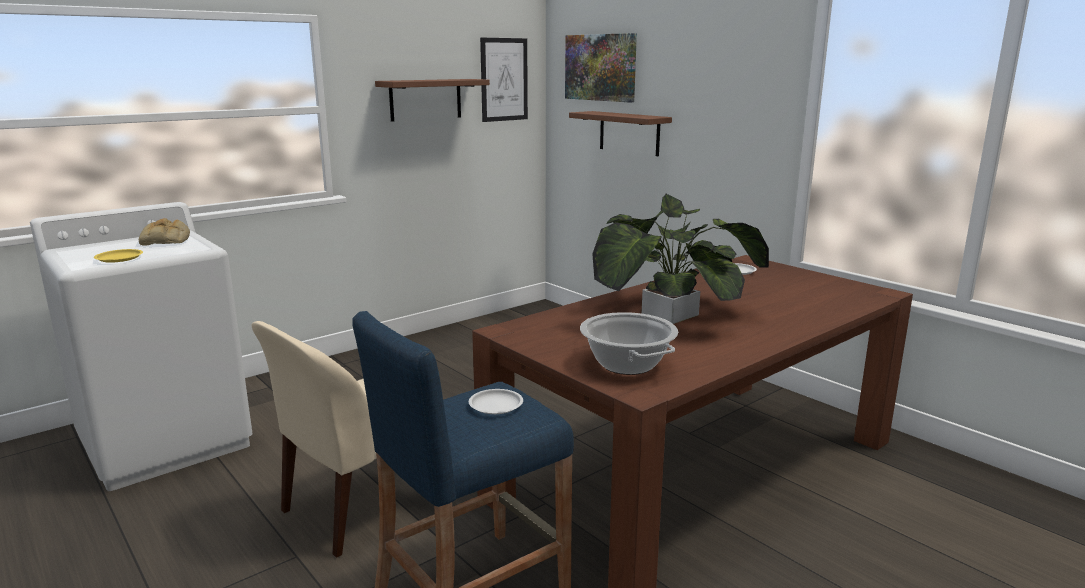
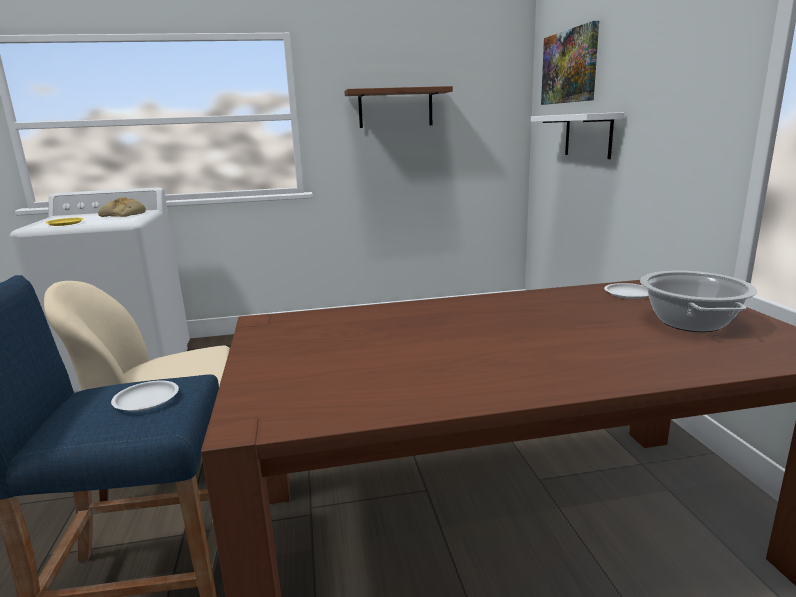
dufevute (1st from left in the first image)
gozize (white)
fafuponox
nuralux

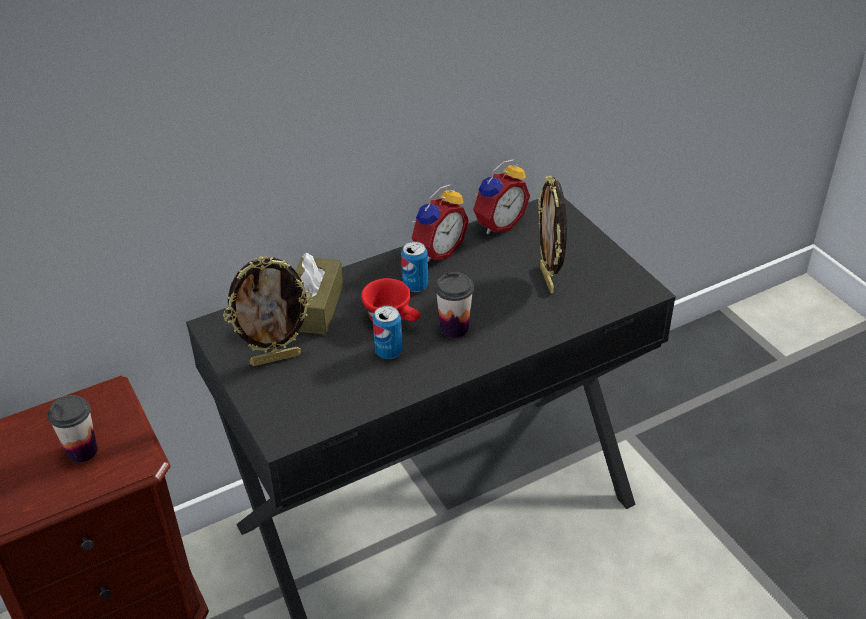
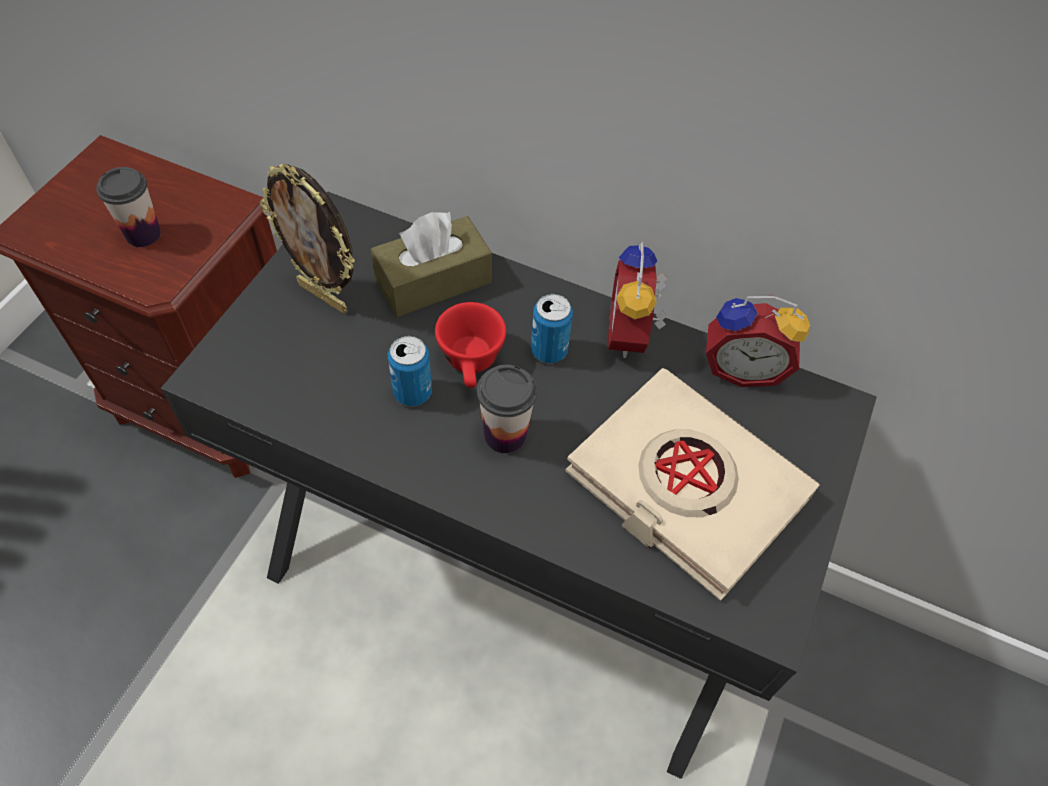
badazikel (1st from left)
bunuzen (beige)

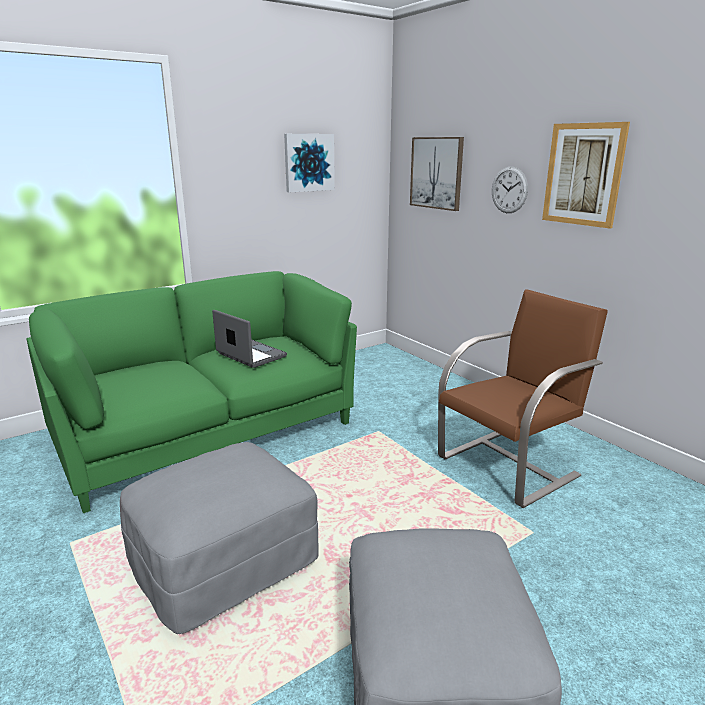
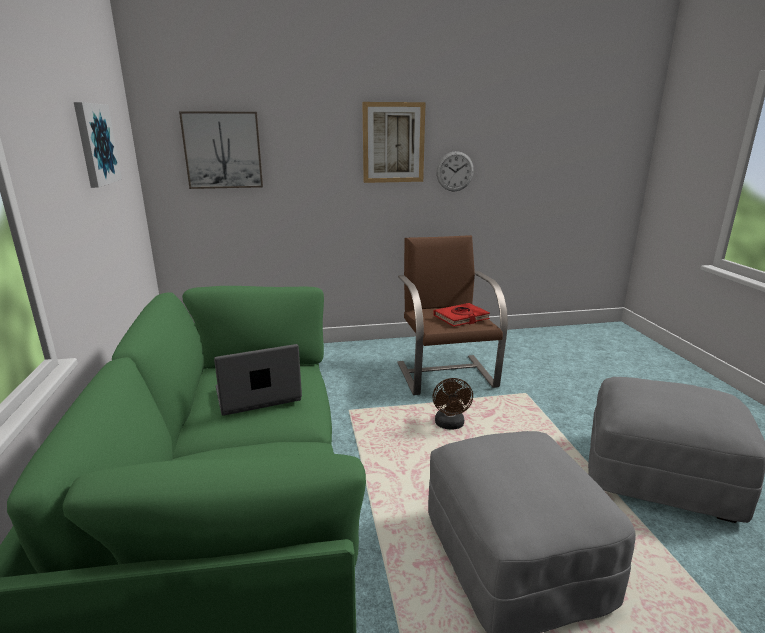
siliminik
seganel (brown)
bunuzen (red)

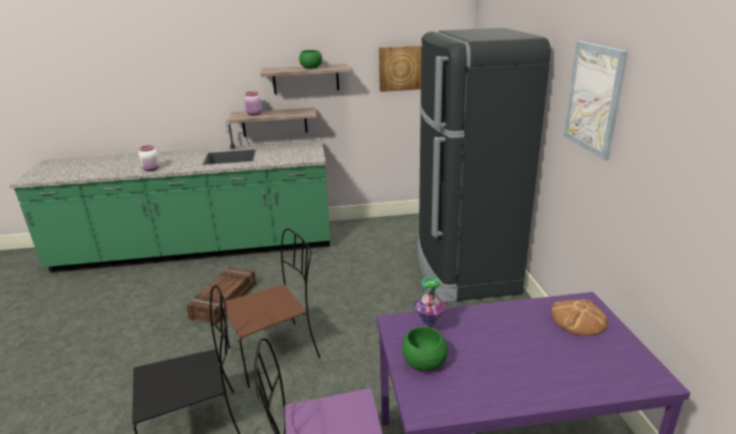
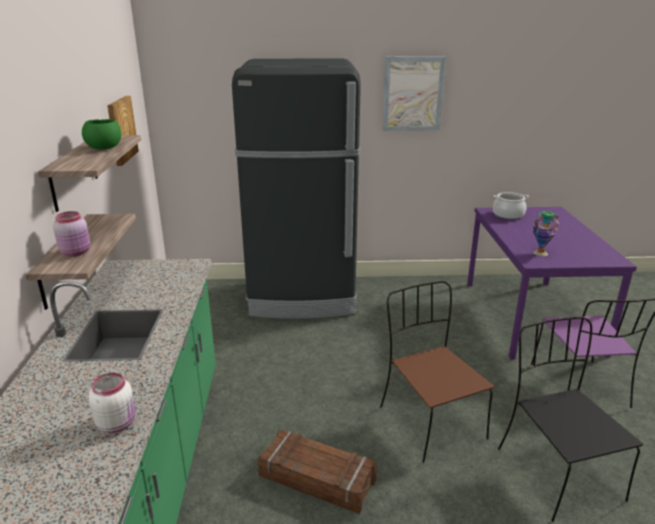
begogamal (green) (2nd from left in the first image)
fafuponox

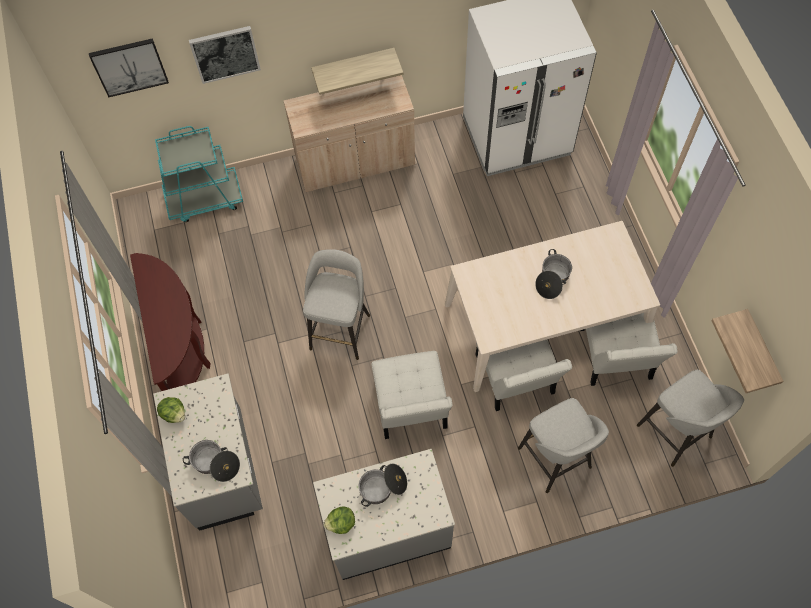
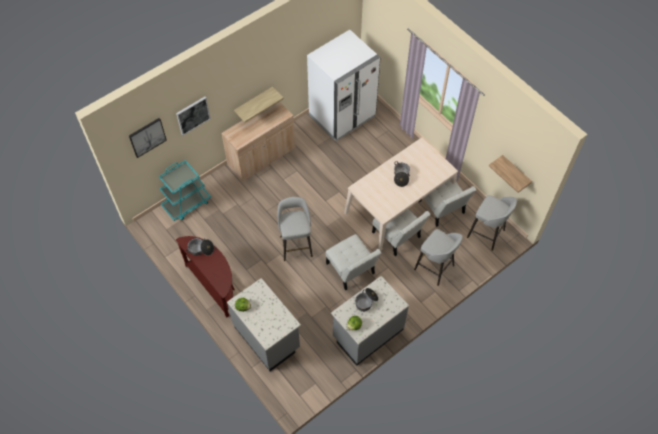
fafuponox (1st from left)

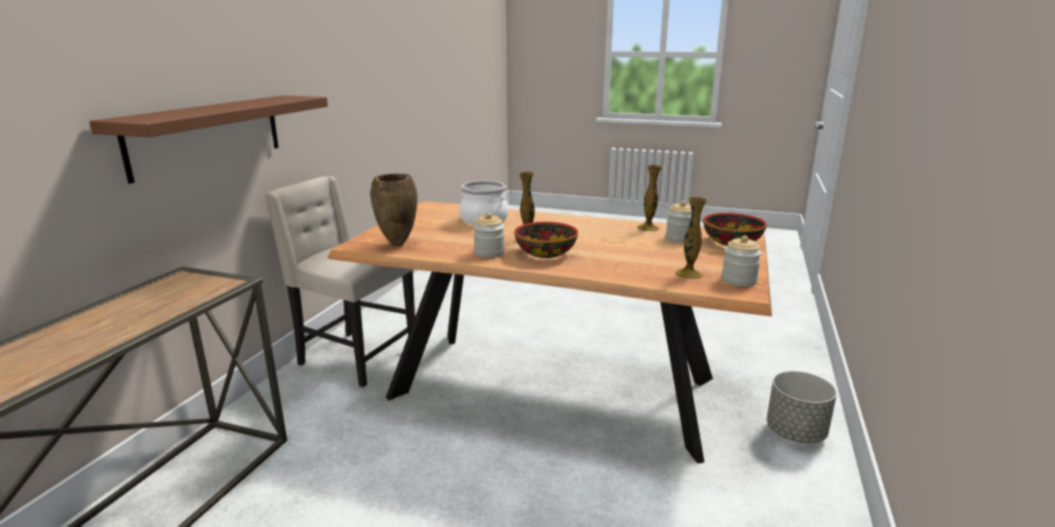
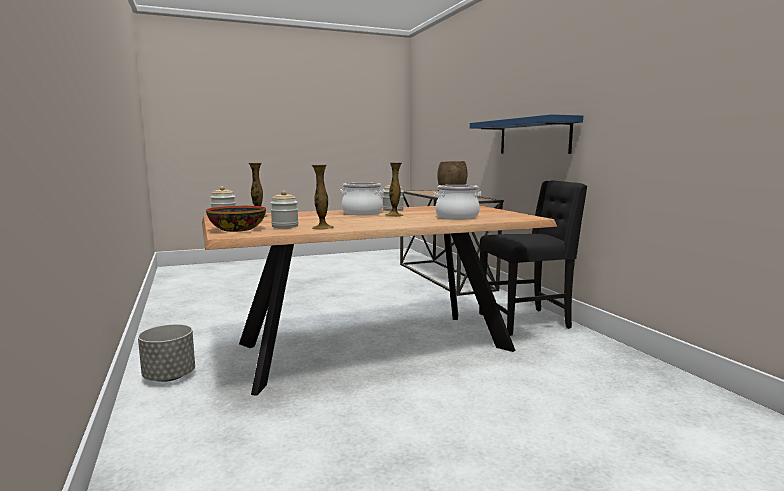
gozize (blue)
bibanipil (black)
fafuponox (1st from left)

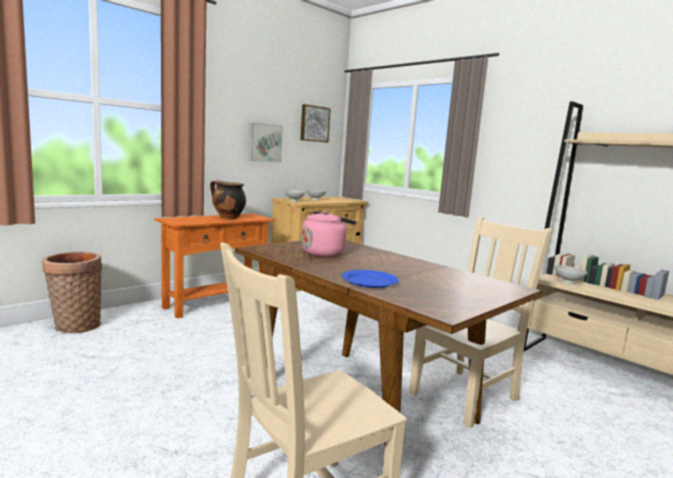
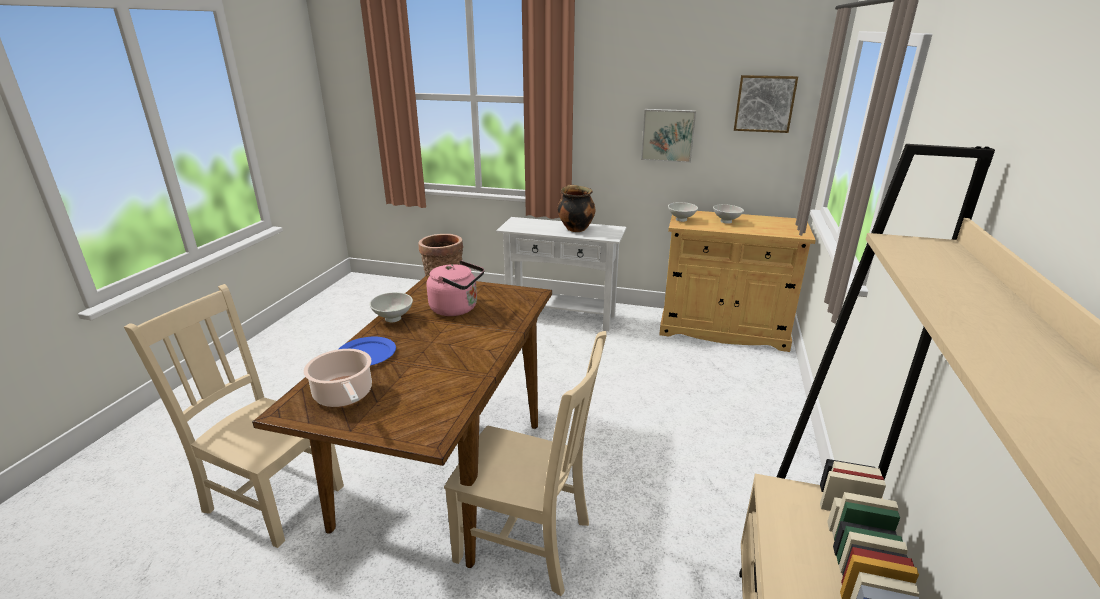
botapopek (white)
begogamal (white) (1st from left)
fafuponox (1st from left)

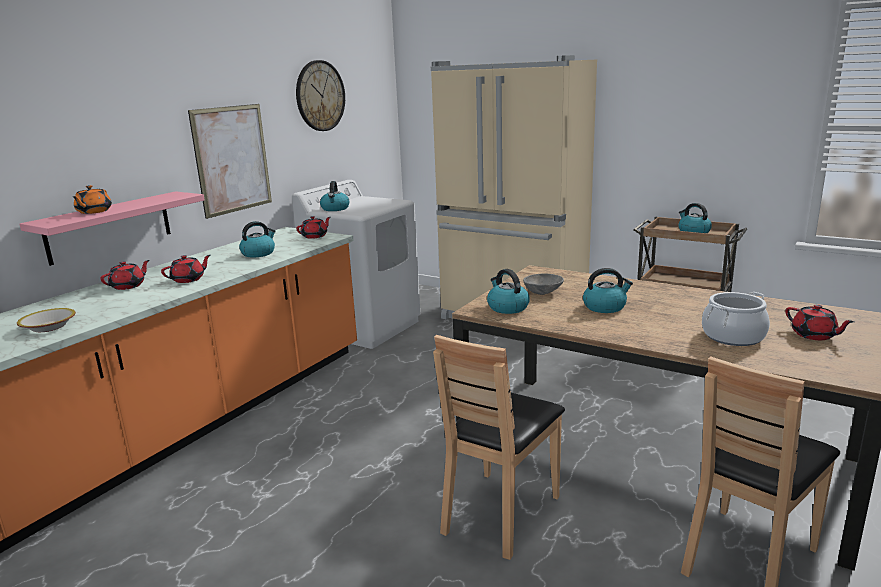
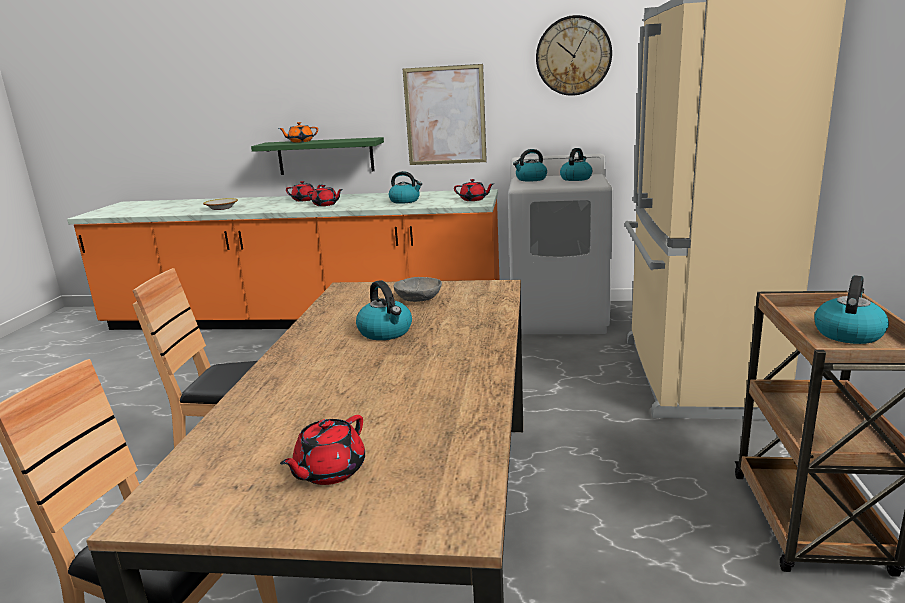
gozize (green)
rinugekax (4th from left)
fafuponox

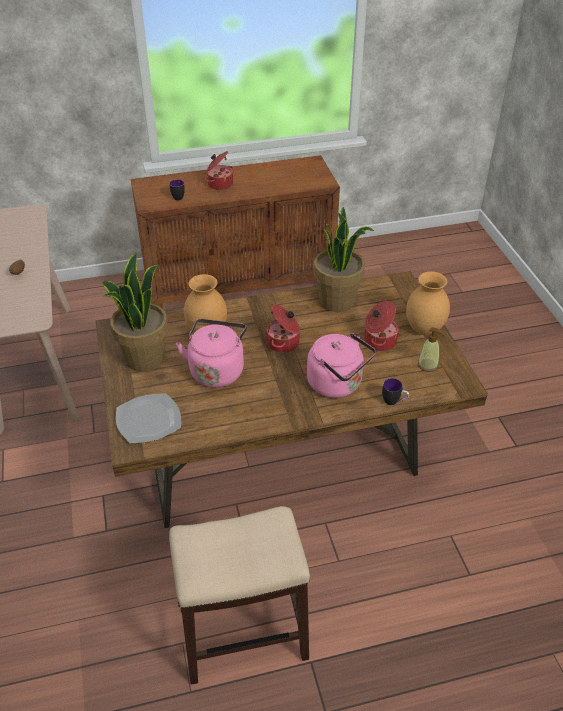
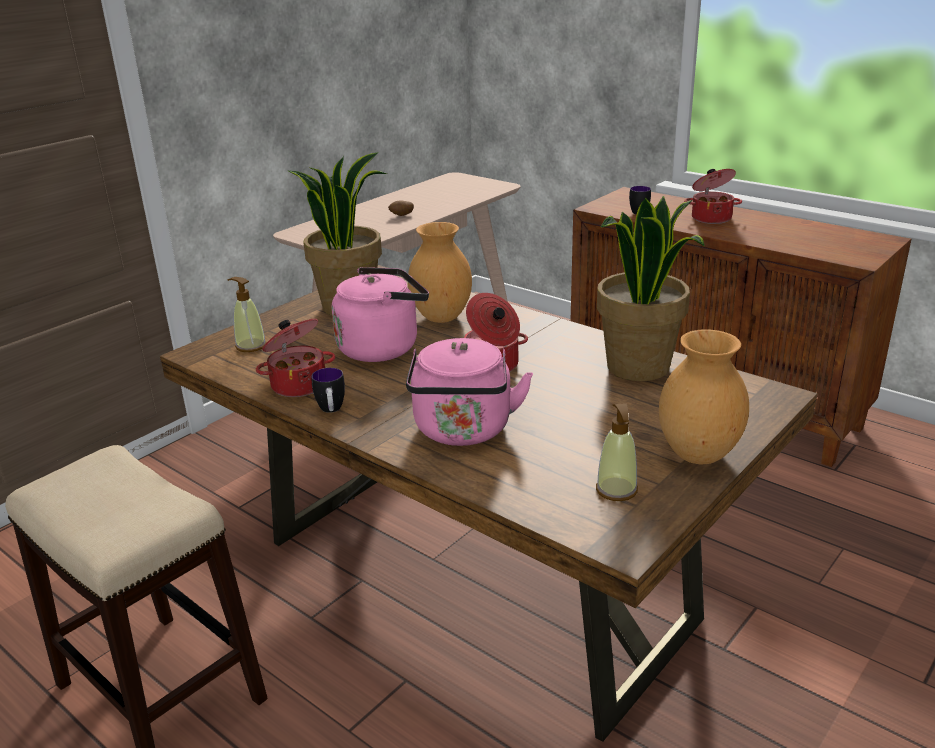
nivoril (1st from left)
fafuponox (1st from left)
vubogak (1st from left)

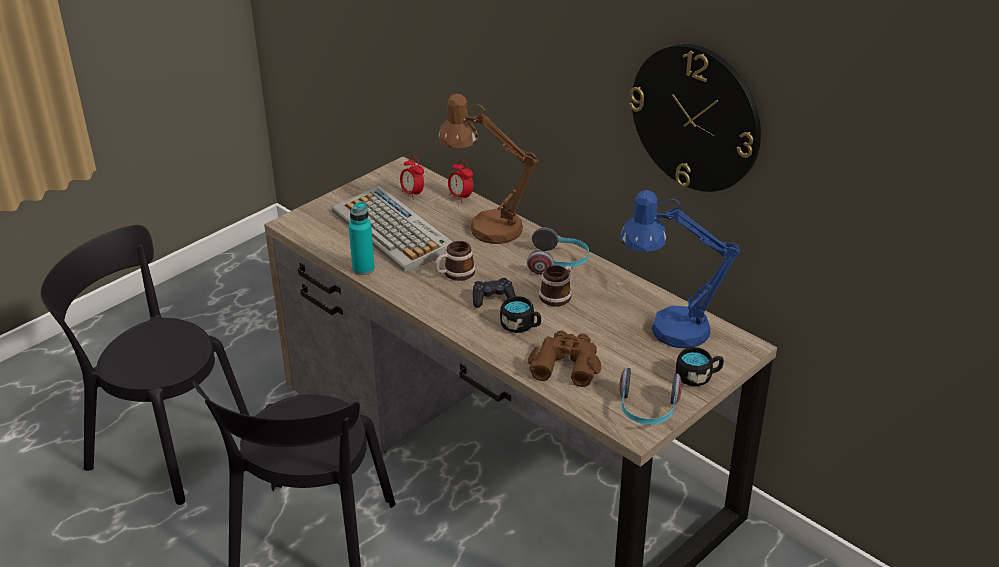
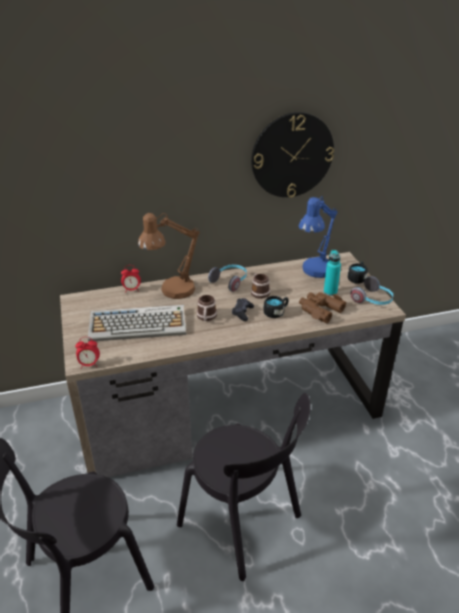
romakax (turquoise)
badazikel (1st from left)

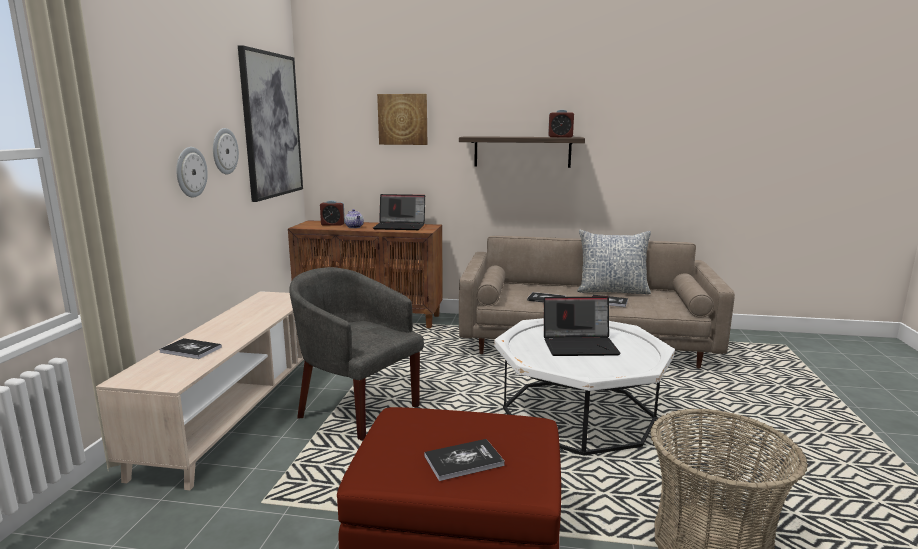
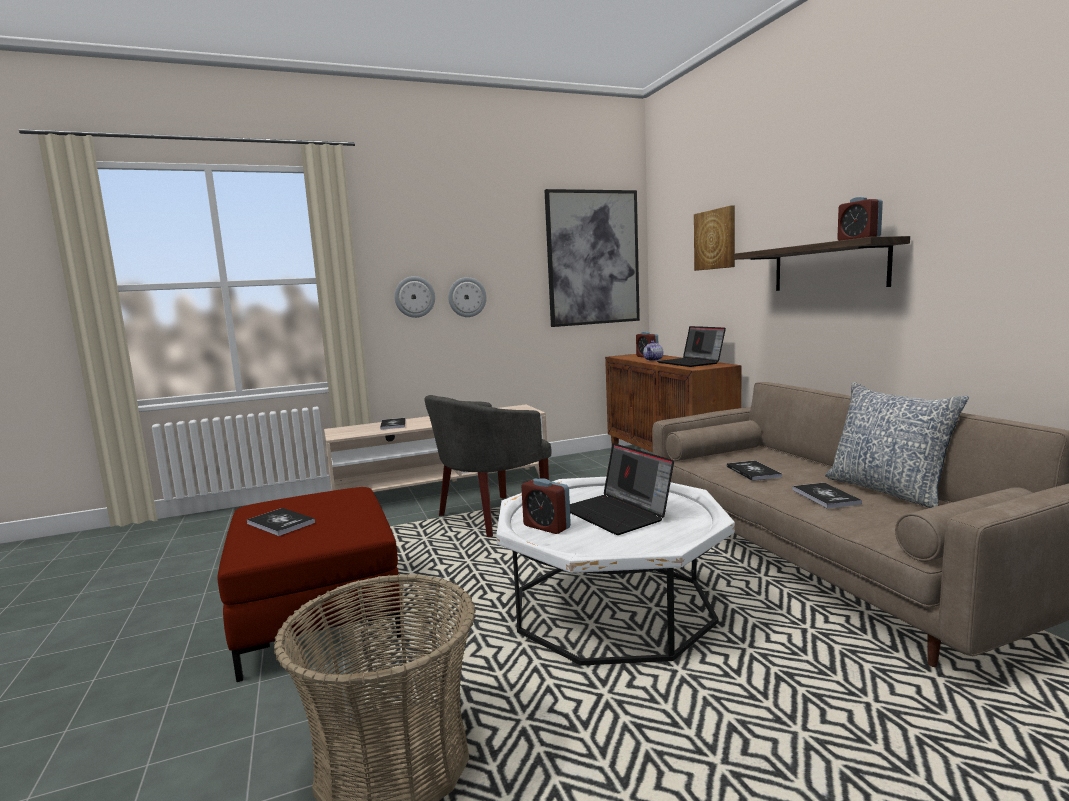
siliminik (1st from left)
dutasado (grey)
badazikel (1st from left)

